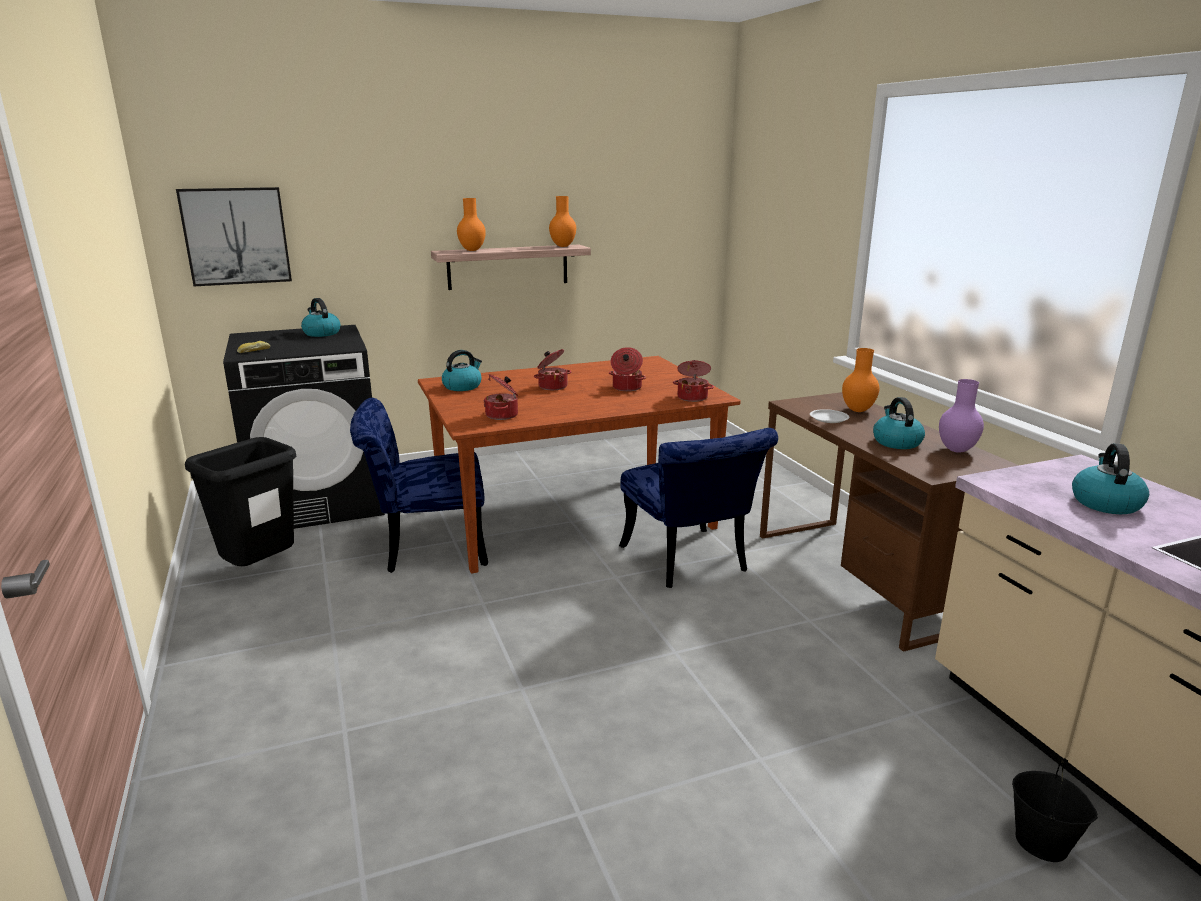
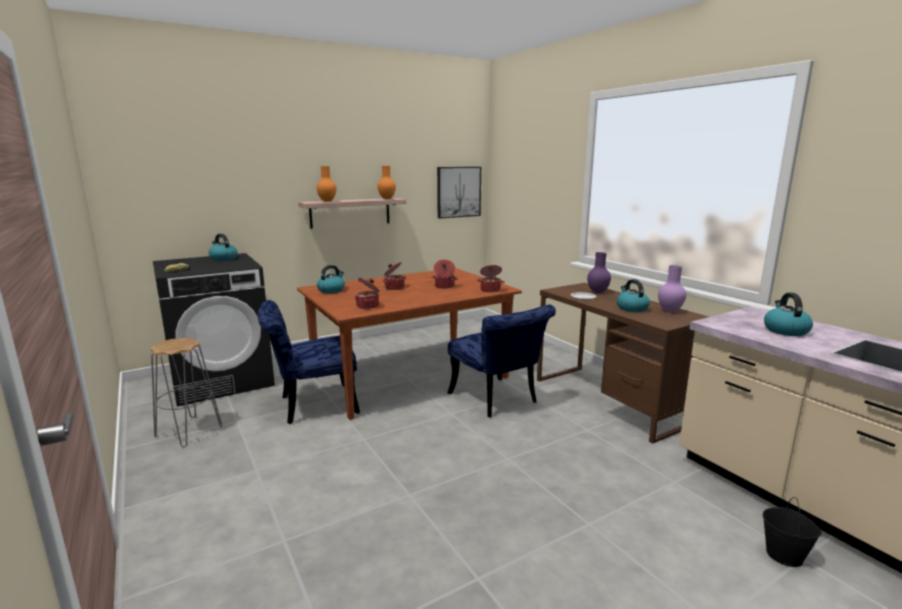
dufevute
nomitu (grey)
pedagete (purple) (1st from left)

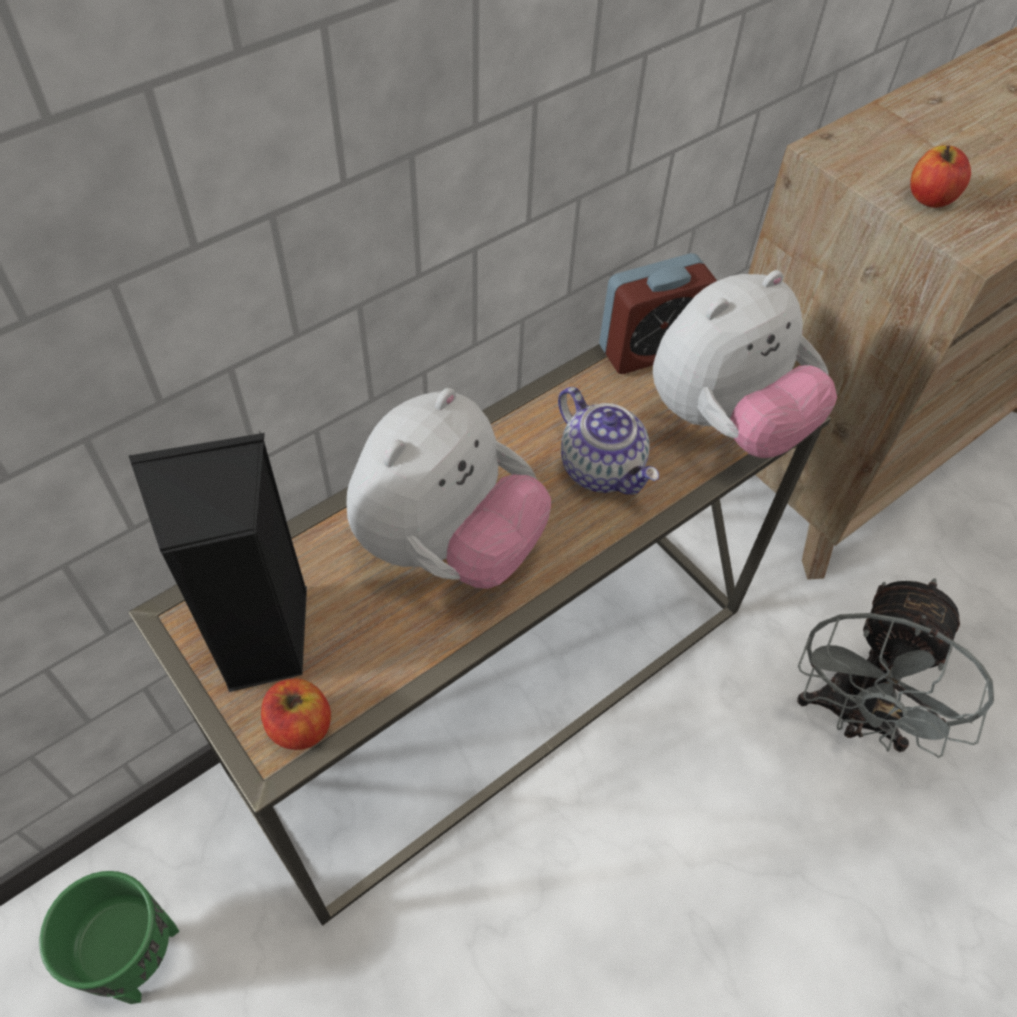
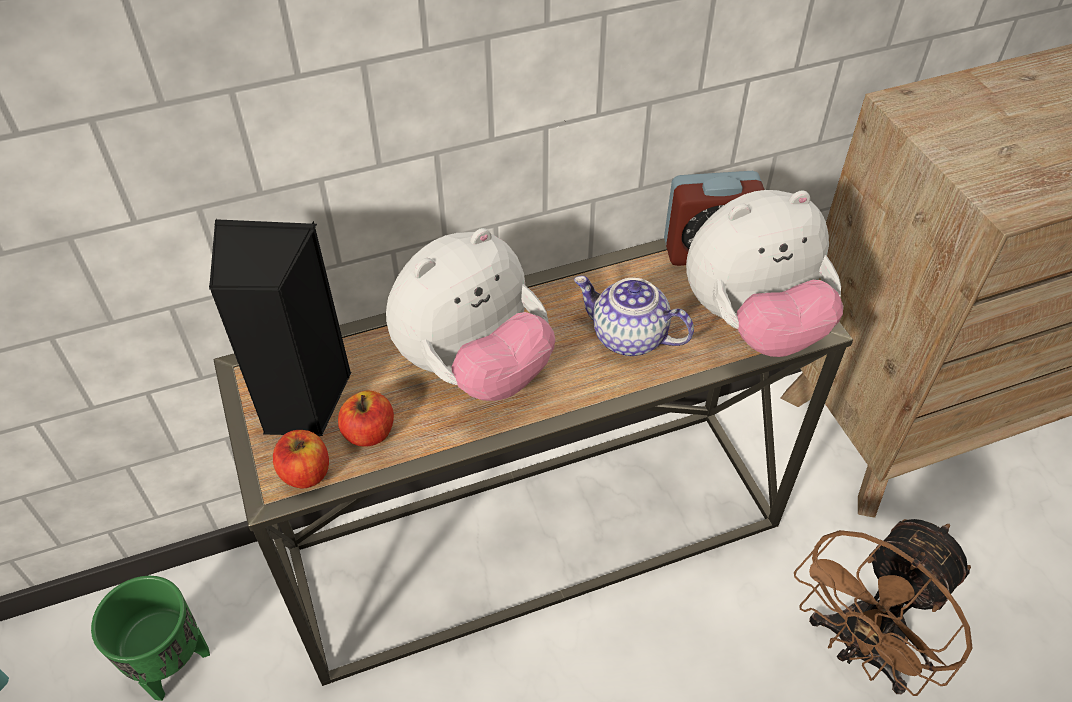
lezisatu
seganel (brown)
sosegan (2nd from left)

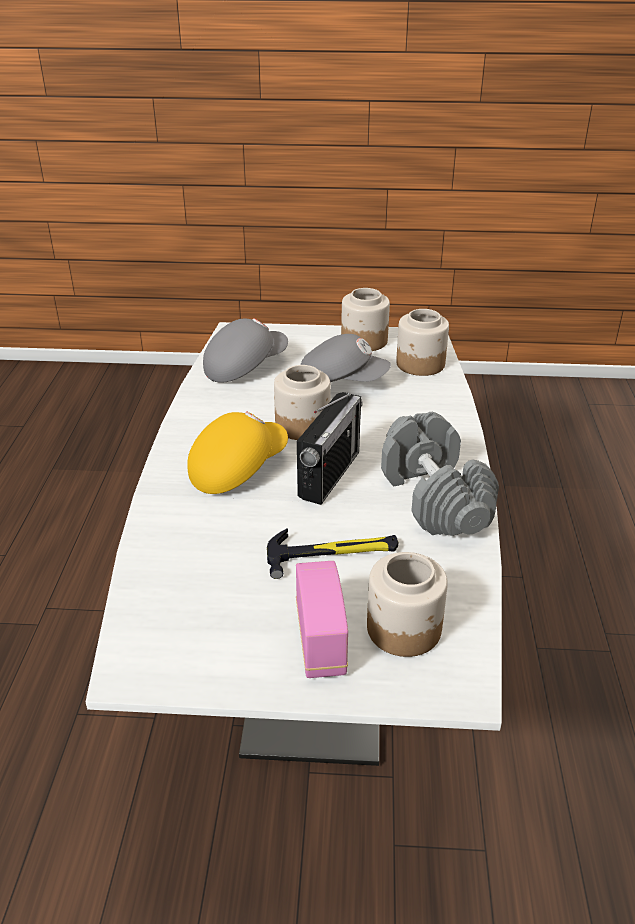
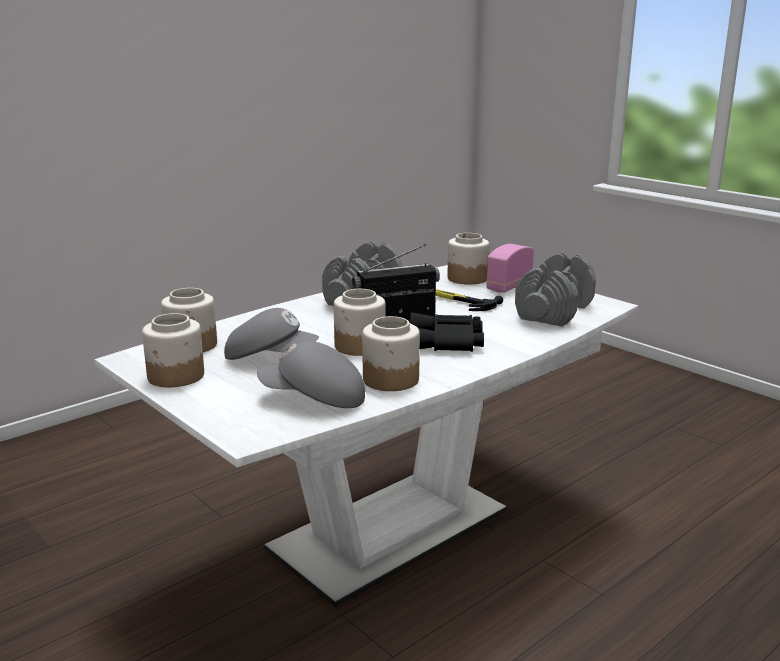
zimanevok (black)
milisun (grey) (1st from left)
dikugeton (4th from left)
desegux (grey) (2nd from left)

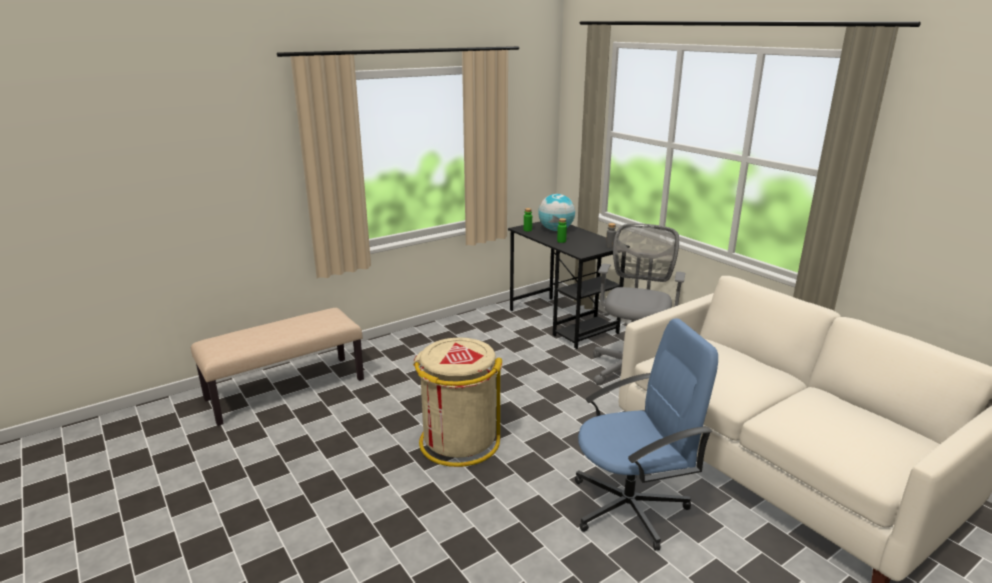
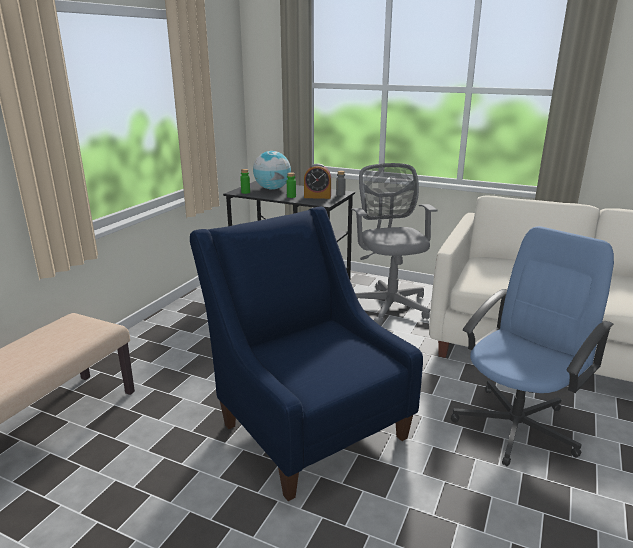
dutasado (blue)
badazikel

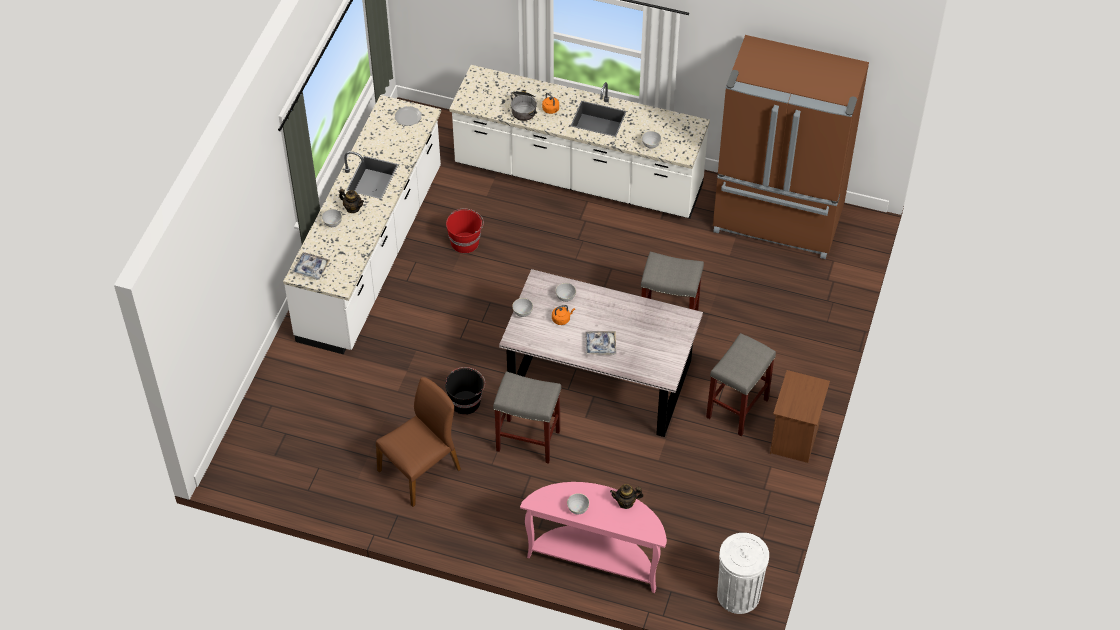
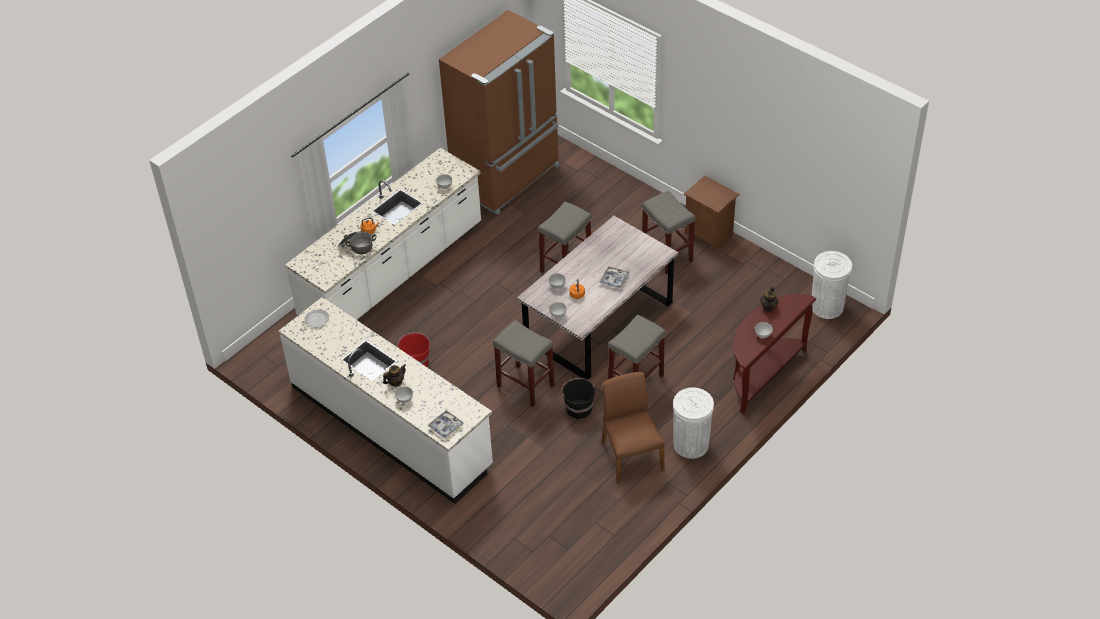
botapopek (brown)
nomitu (grey) (1st from left)
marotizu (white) (1st from left)

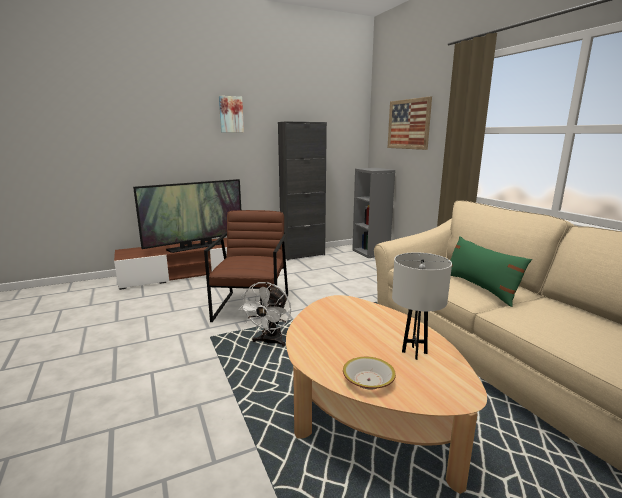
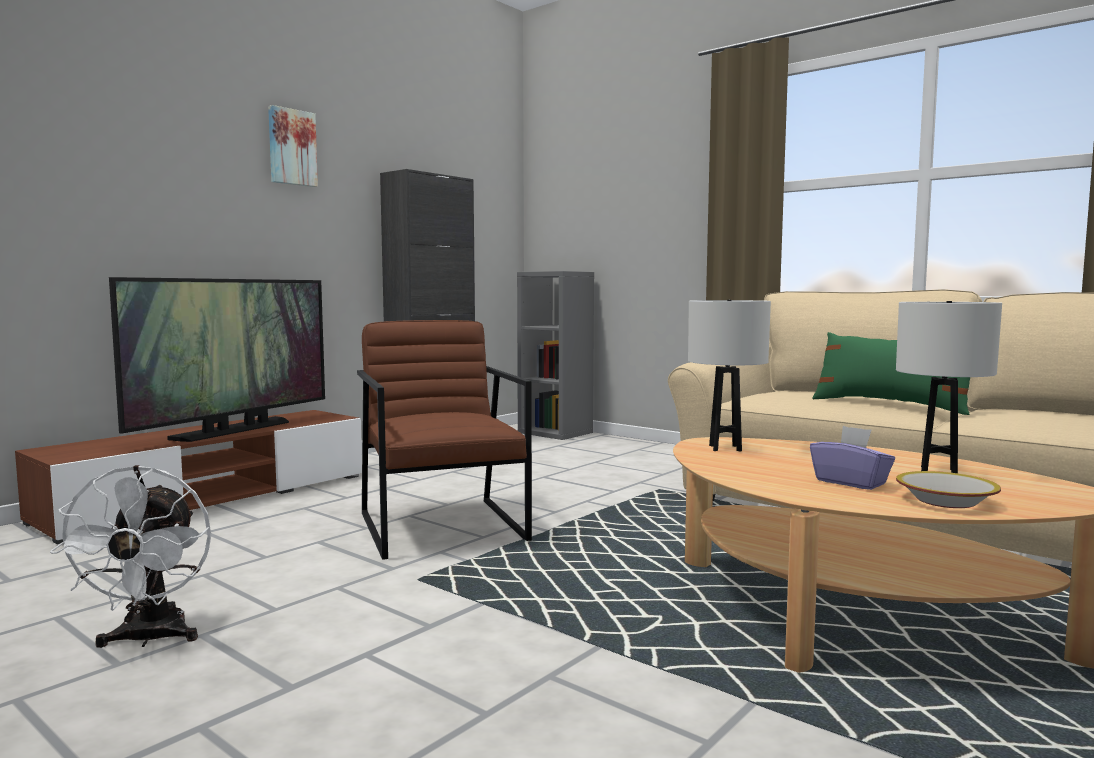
seganel (white)
dufevute (2nd from left in the first image)
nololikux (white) (1st from left)
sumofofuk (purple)

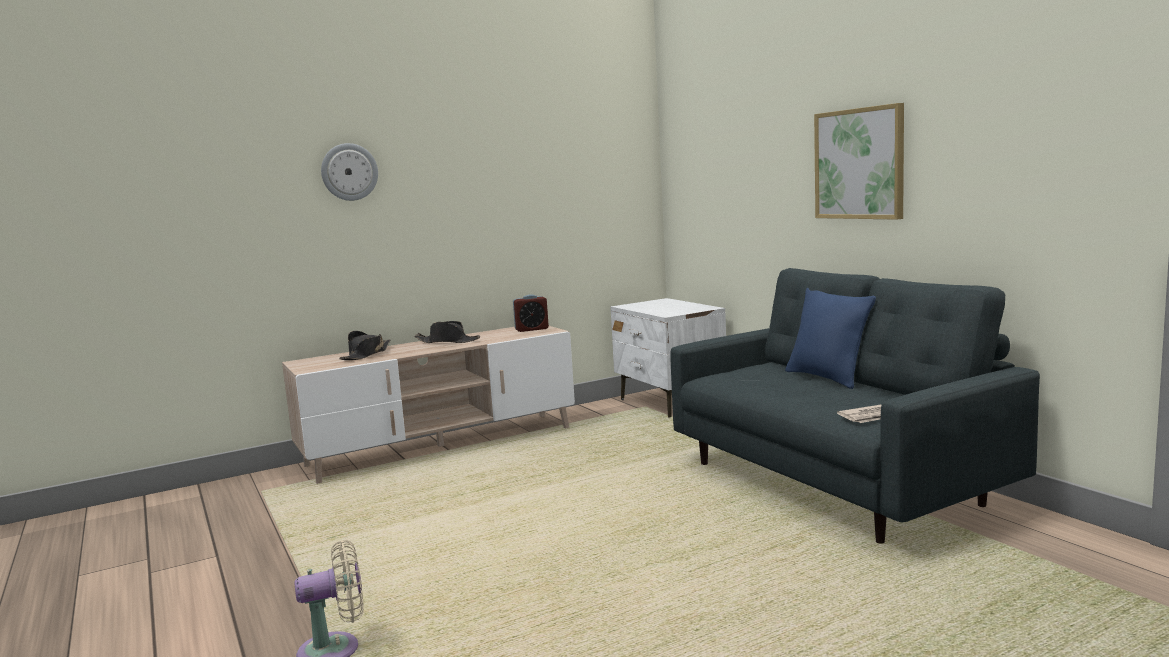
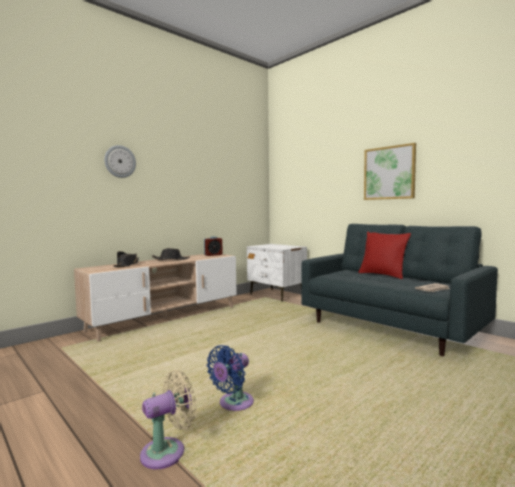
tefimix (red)
seganel (blue)

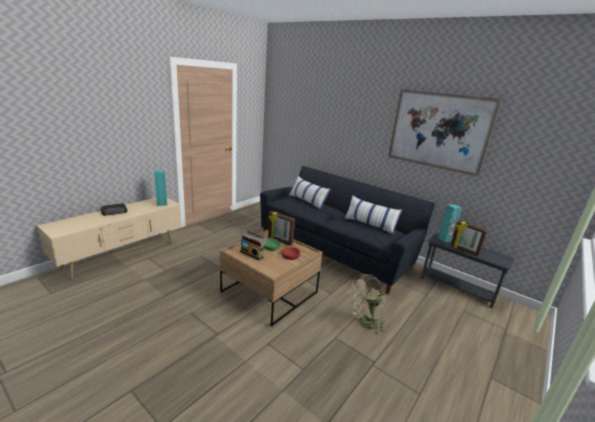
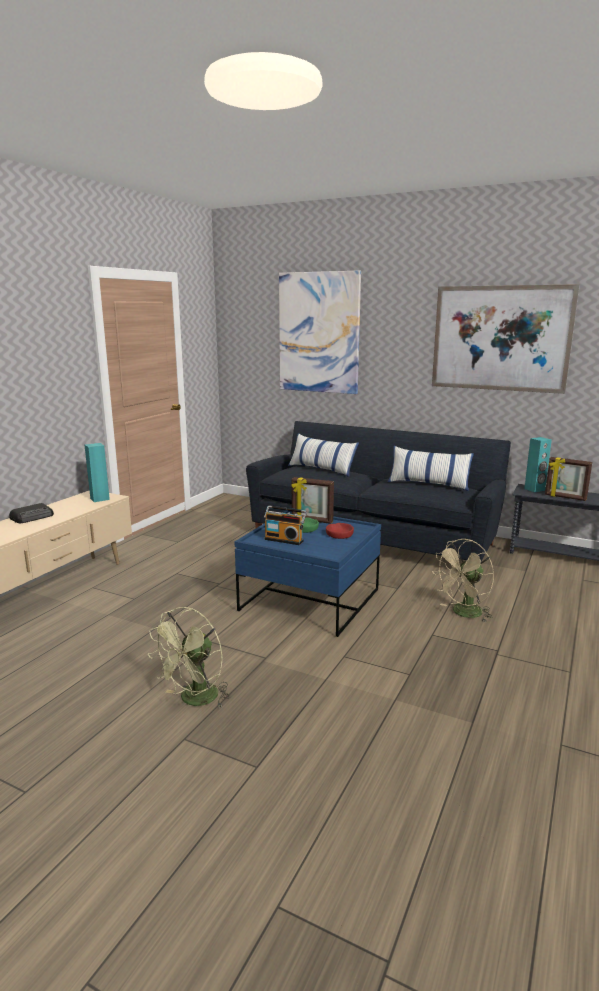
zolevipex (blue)
seganel (green)
dufevute (1st from left)

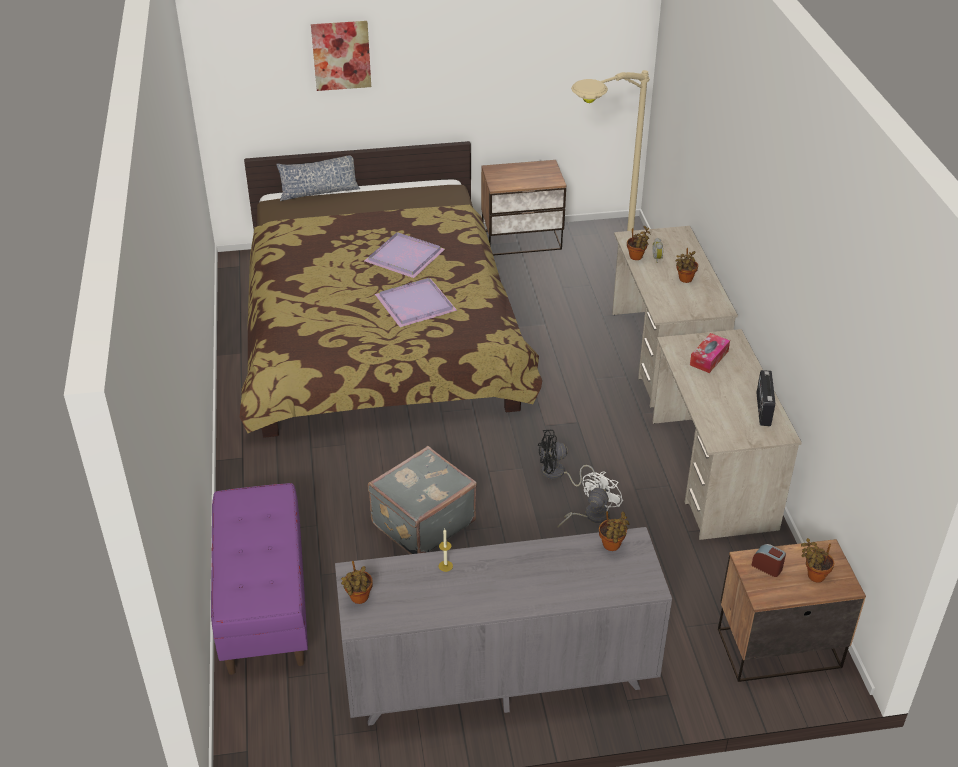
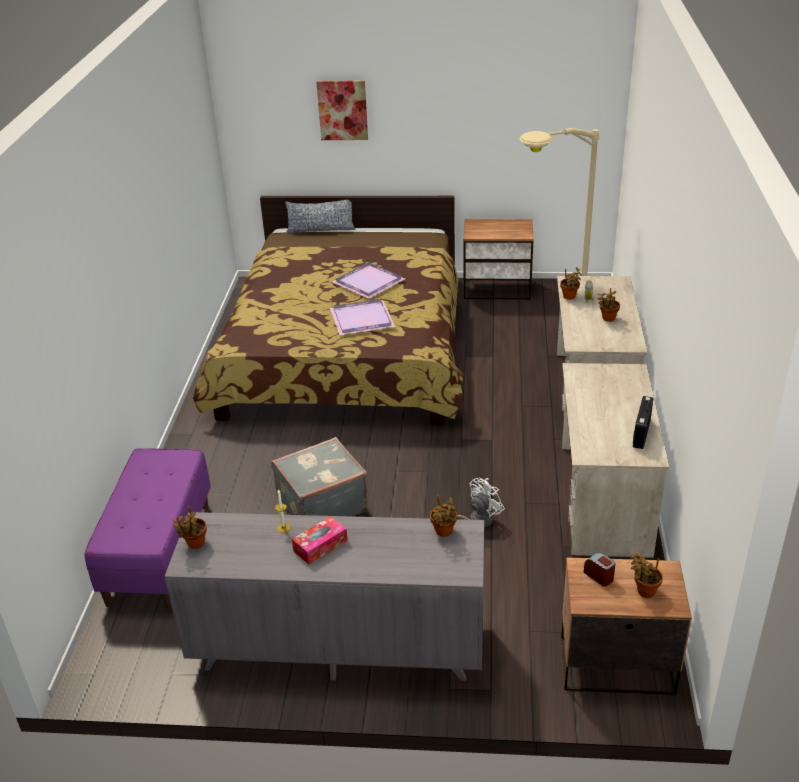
seganel (black)
sumofofuk

